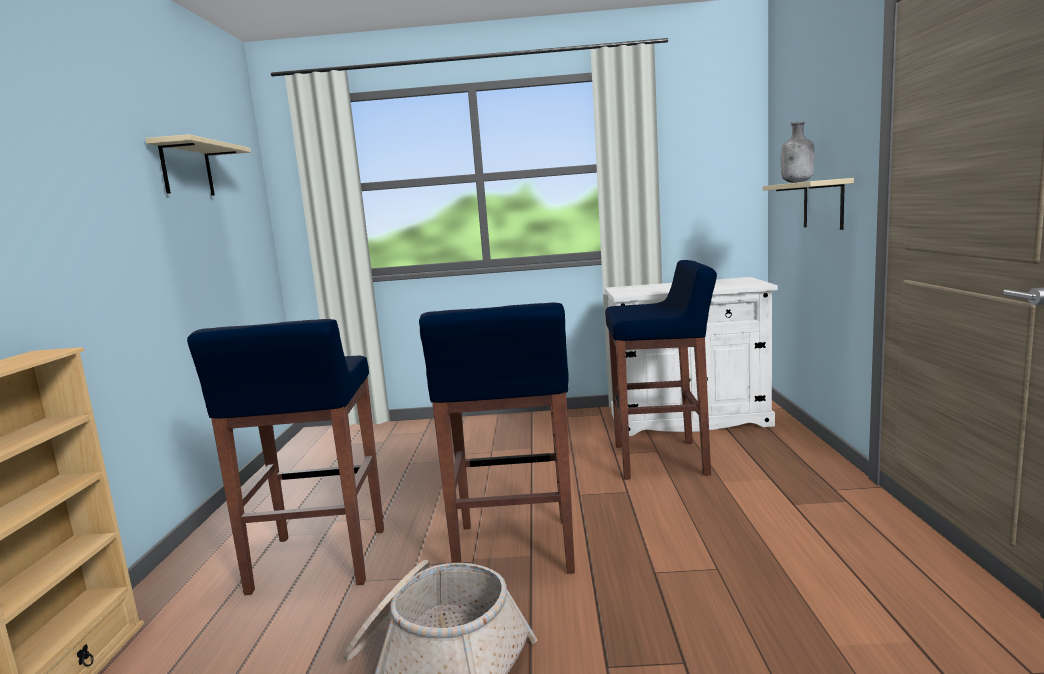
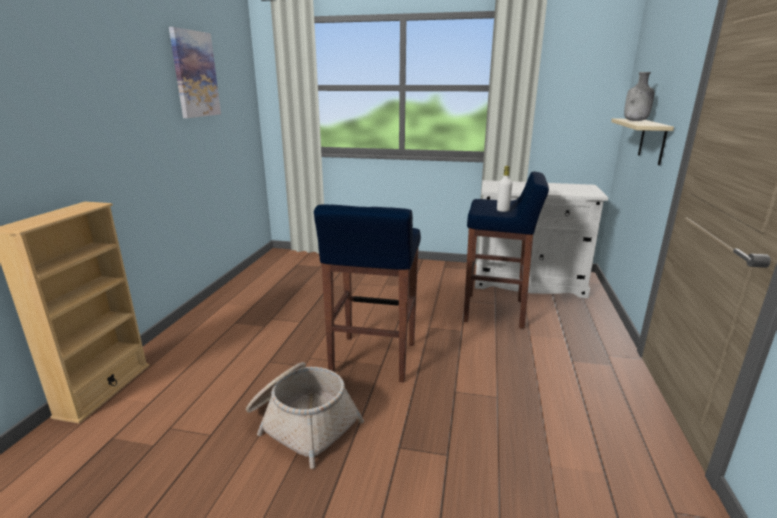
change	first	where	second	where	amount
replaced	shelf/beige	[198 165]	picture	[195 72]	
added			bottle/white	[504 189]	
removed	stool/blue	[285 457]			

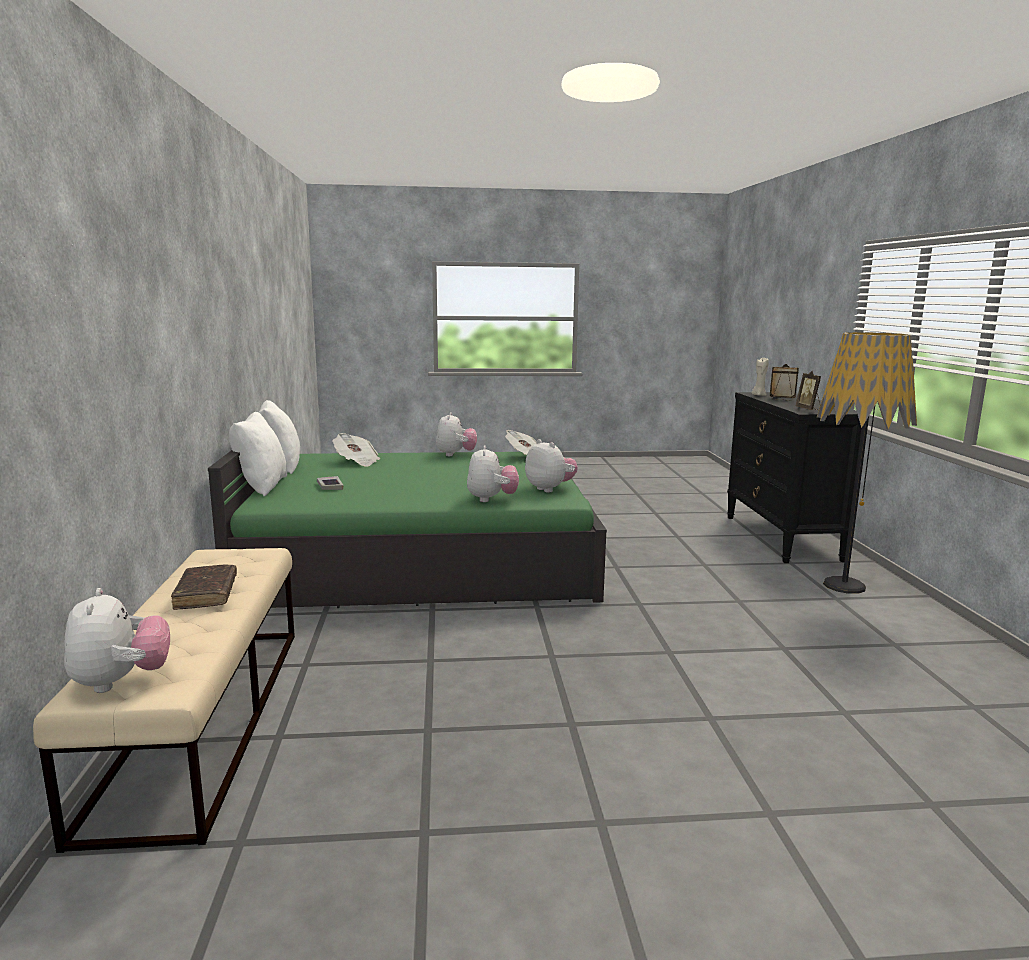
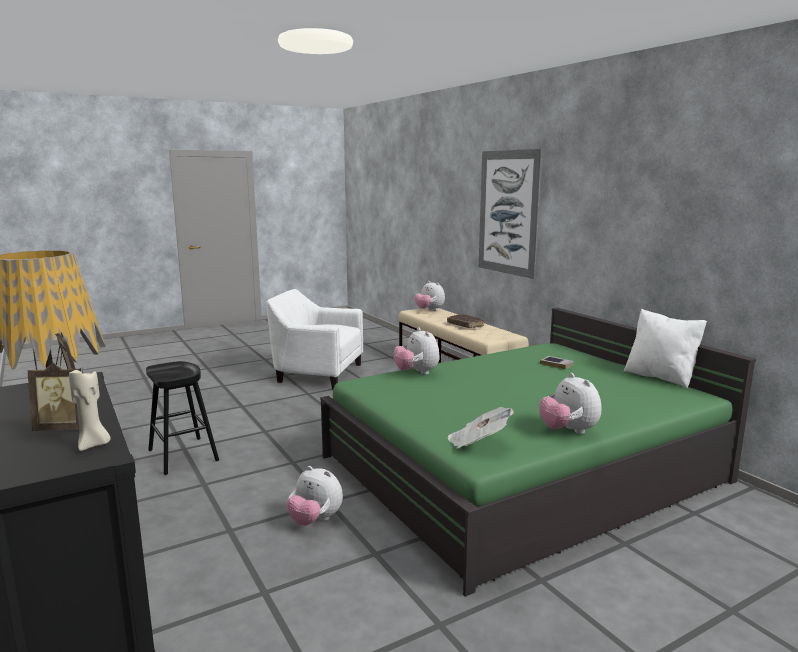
change	first	where	second	where	amount
added			stool/black	[182 418]	
added			armchair/white	[314 339]	
moved	plush toy	[551 466]		[314 496]	
added			picture	[511 214]	
removed	pillow/white	[258 454]			
removed	newspaper	[356 450]			

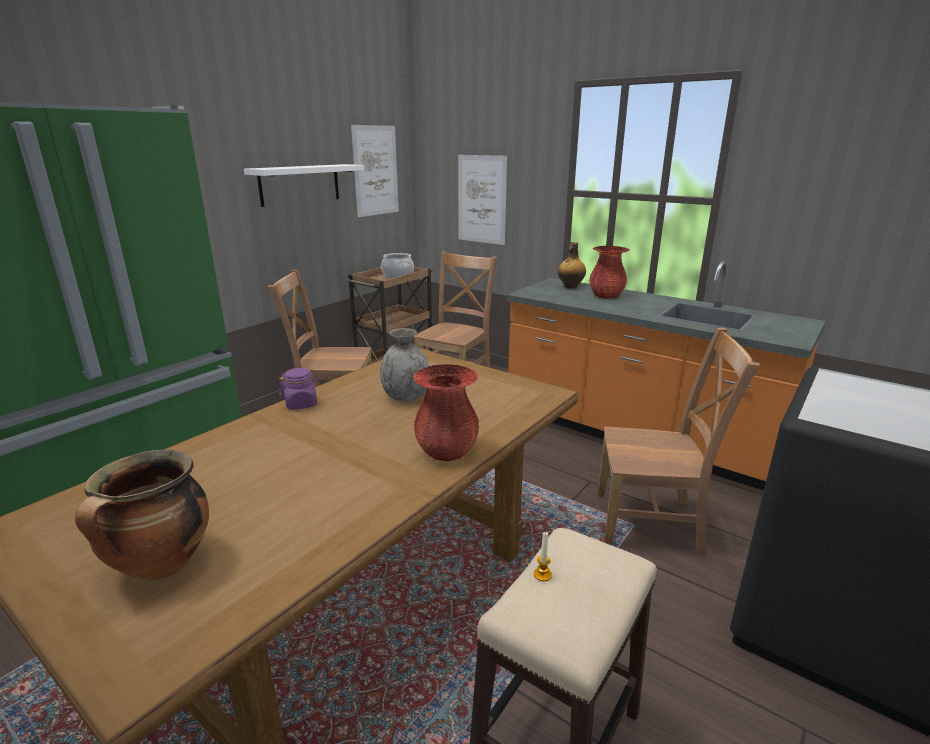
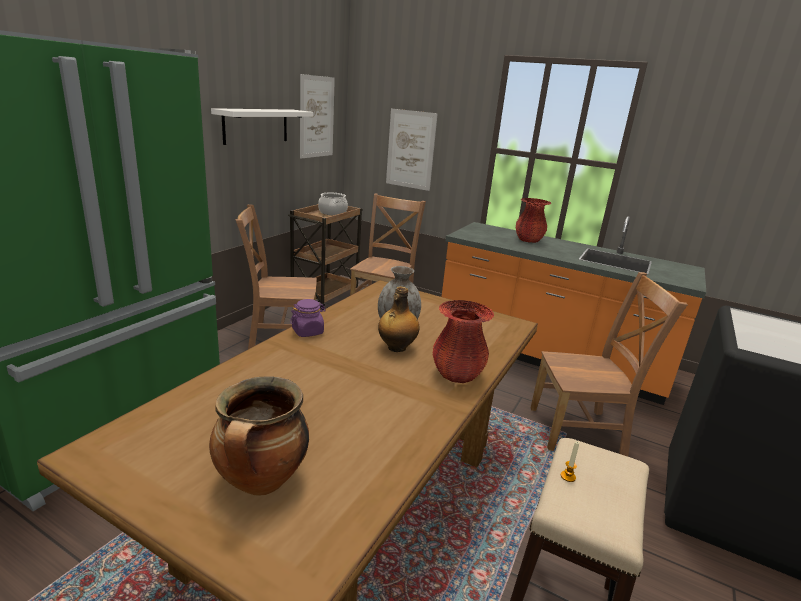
change	first	where	second	where	amount
moved	bottle	[572 265]		[399 319]	

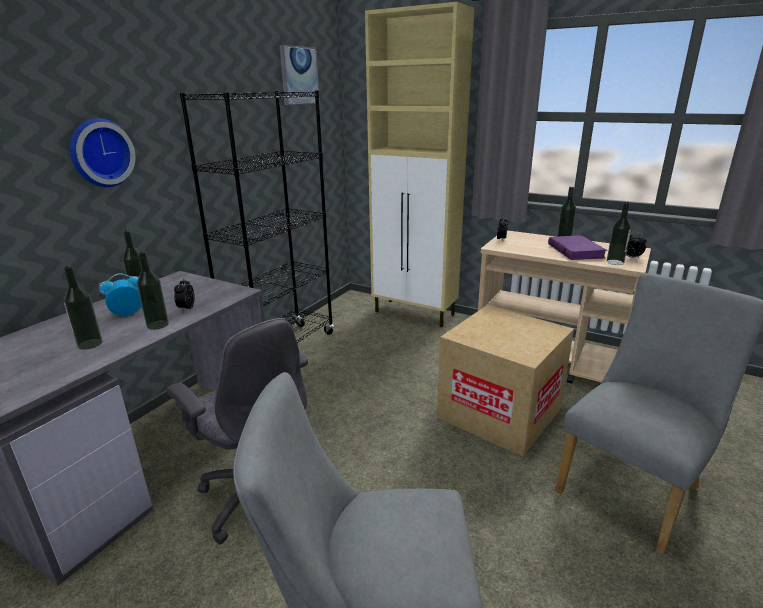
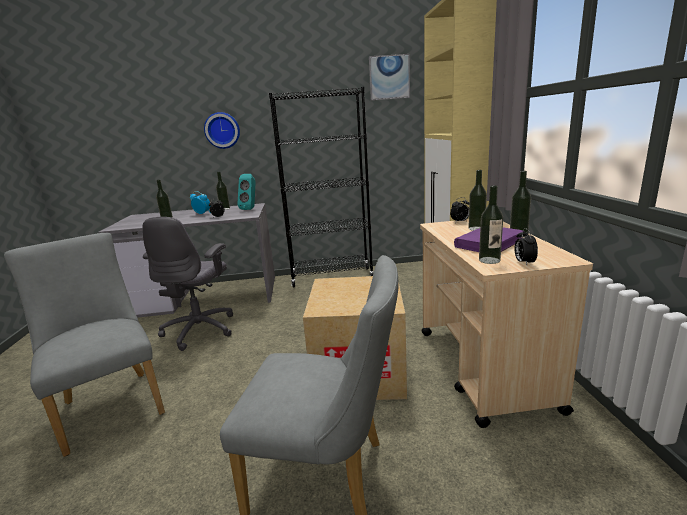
change	first	where	second	where	amount
added			speaker/turquoise	[246 192]	
moved	bottle	[153 290]		[477 200]	

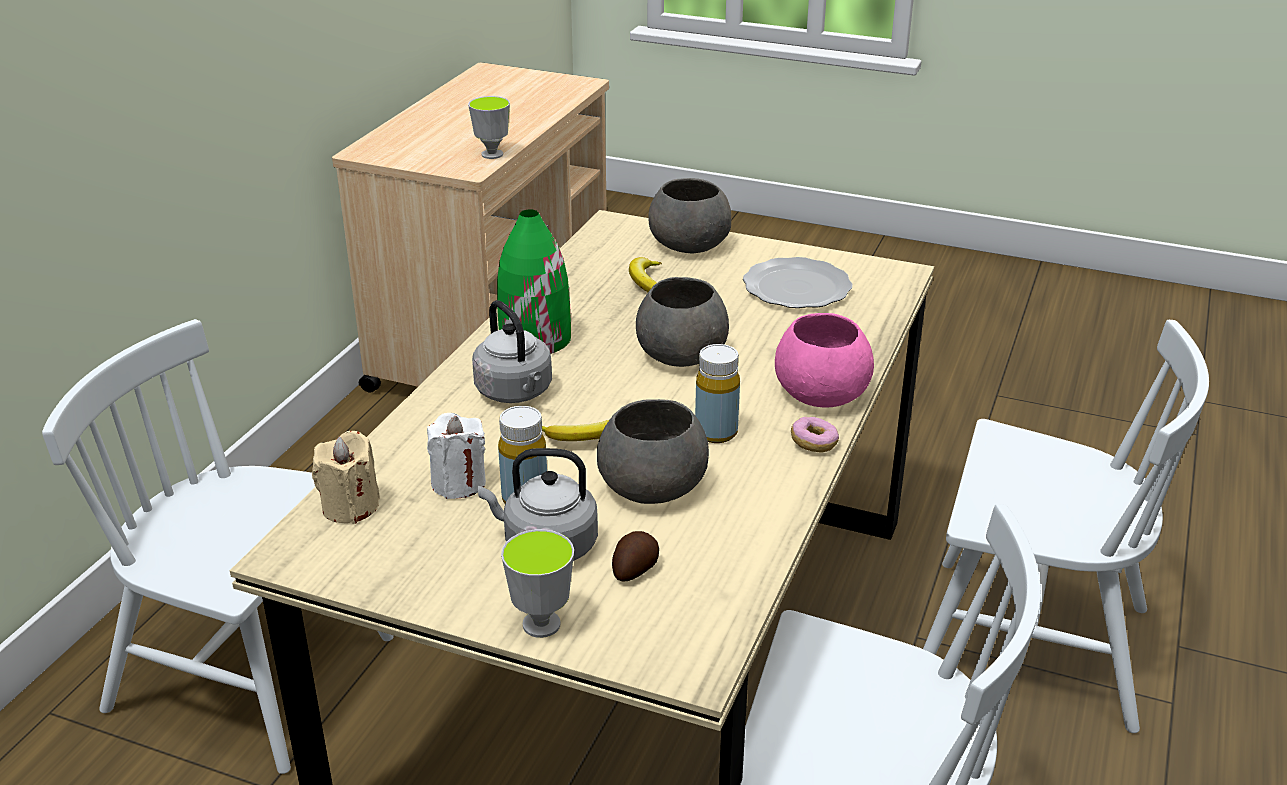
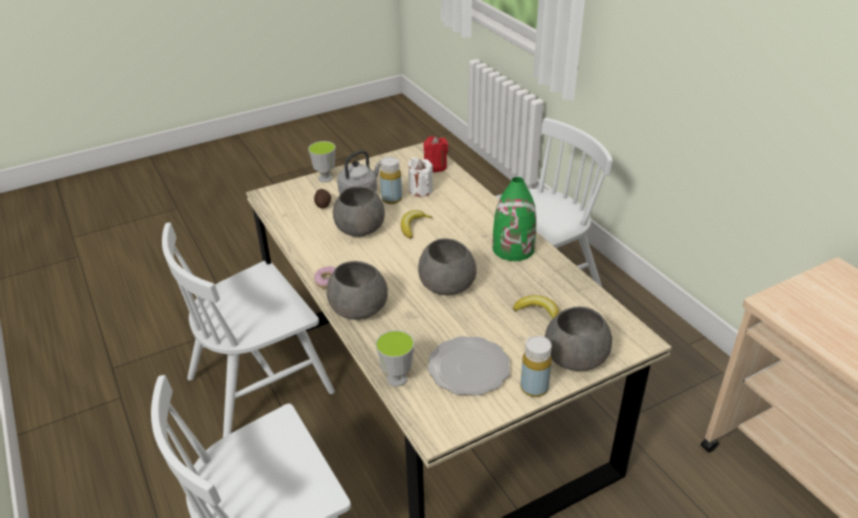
change	first	where	second	where	amount
recoloured	bowl/pink	[824 360]	bowl/grey	[357 290]	
moved	cup	[489 127]		[395 358]	
recoloured	candle/beige	[346 477]	candle/red	[436 154]	
moved	bottle/yellow	[717 393]		[536 366]	
removed	kettle/grey	[512 351]			

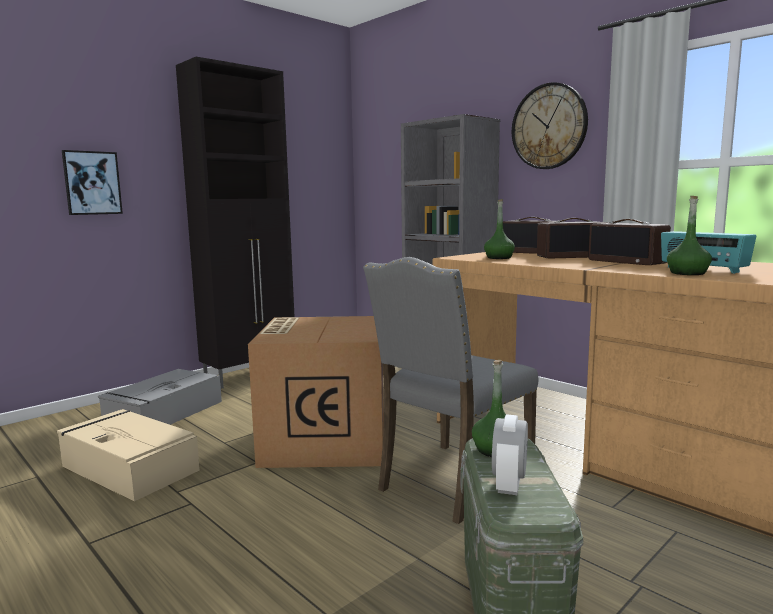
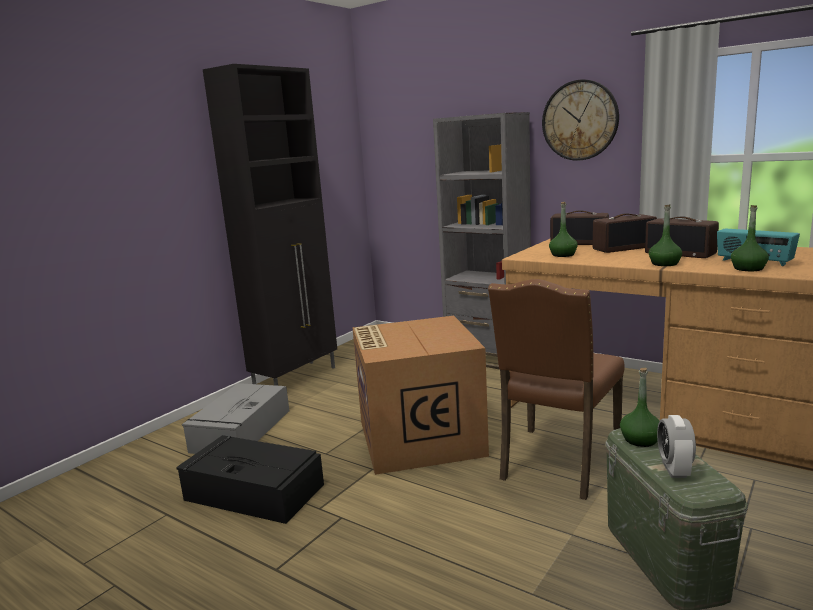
change	first	where	second	where	amount
recoloured	storage box/beige	[128 455]	storage box/black	[250 479]	
recoloured	chair/grey	[450 390]	chair/brown	[556 389]	
added			bottle/green	[665 235]	
removed	picture	[92 182]			

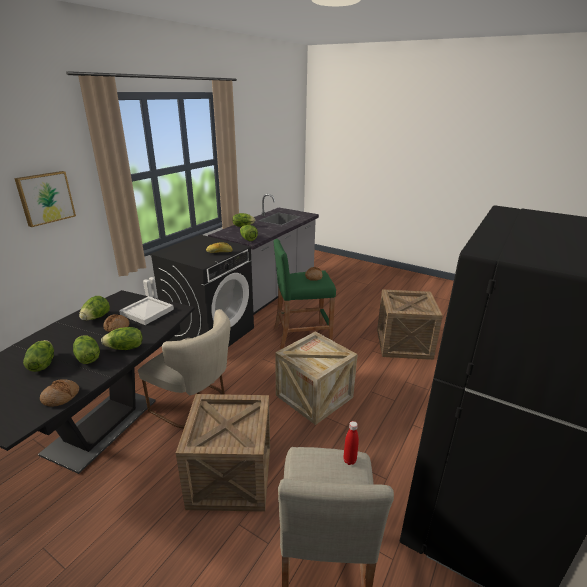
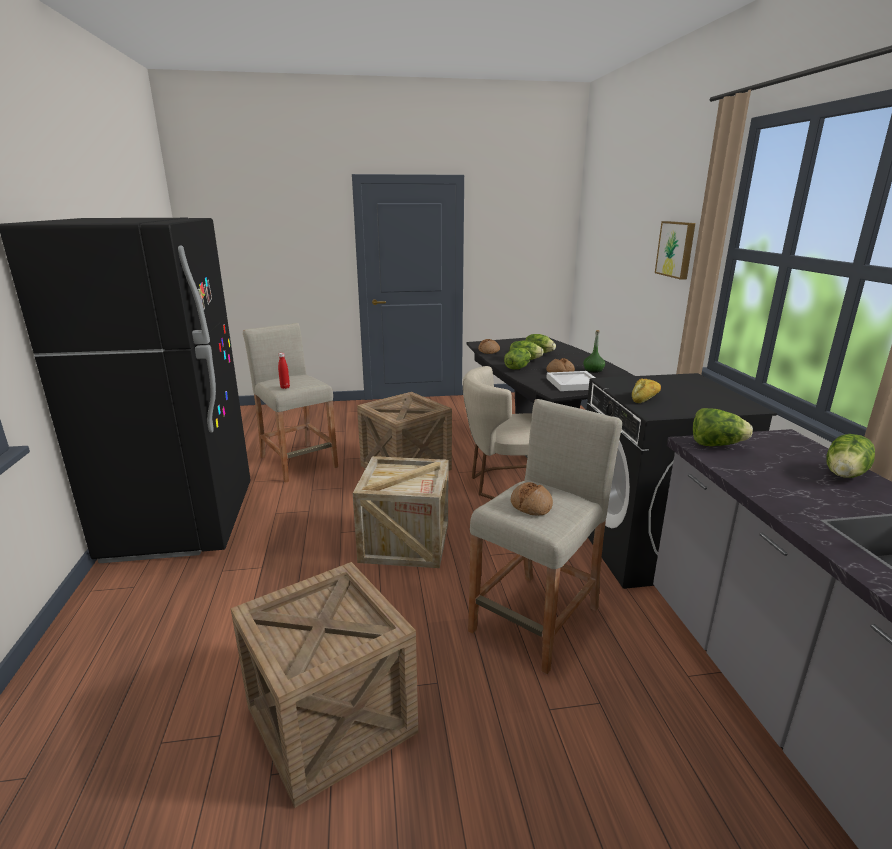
change	first	where	second	where	amount
recoloured	stool/green	[305 294]	stool/beige	[545 536]	
replaced	lettuce	[94 308]	bottle/green	[594 351]	

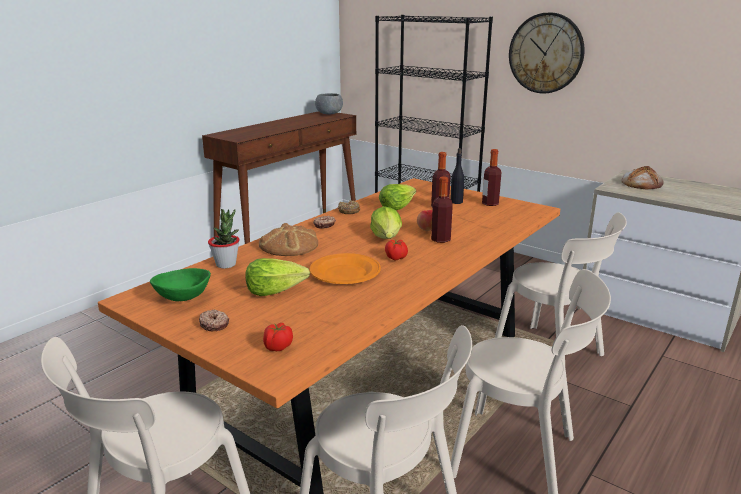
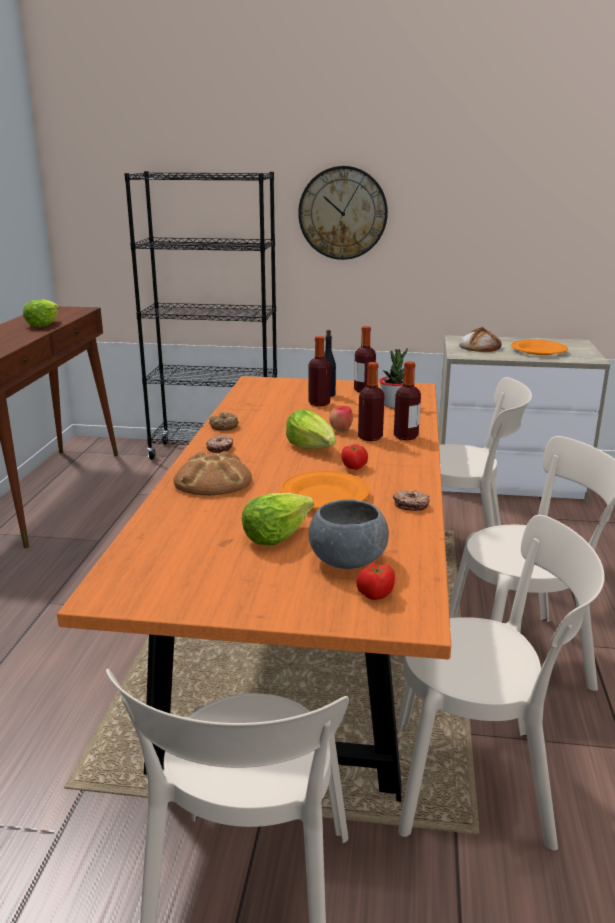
change	first	where	second	where	amount
moved	lettuce	[397 197]		[41 313]	
moved	bowl/grey	[329 104]		[349 534]	
moved	potted plant	[224 238]		[393 378]	
moved	donut	[214 320]		[411 500]	
added			bottle	[407 400]	
added			plate/orange	[539 347]	
removed	bowl/green	[180 284]			

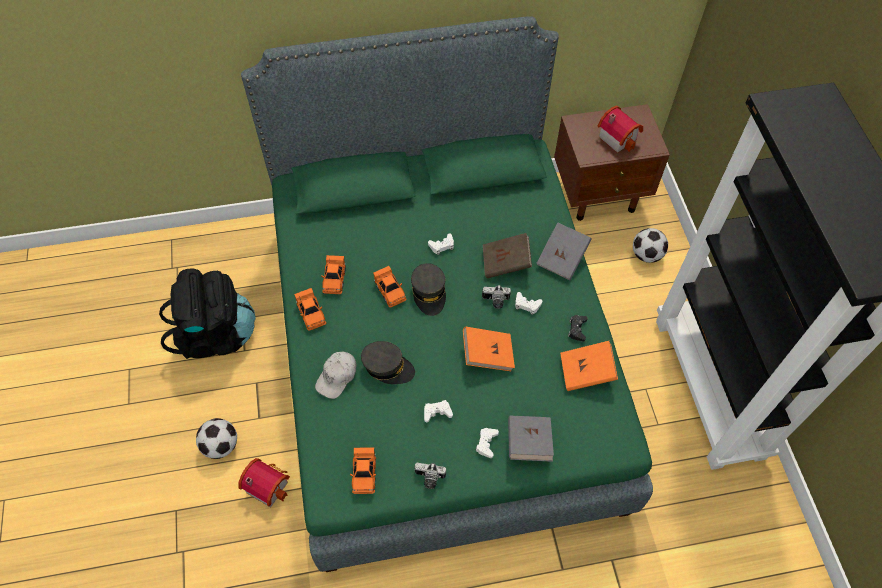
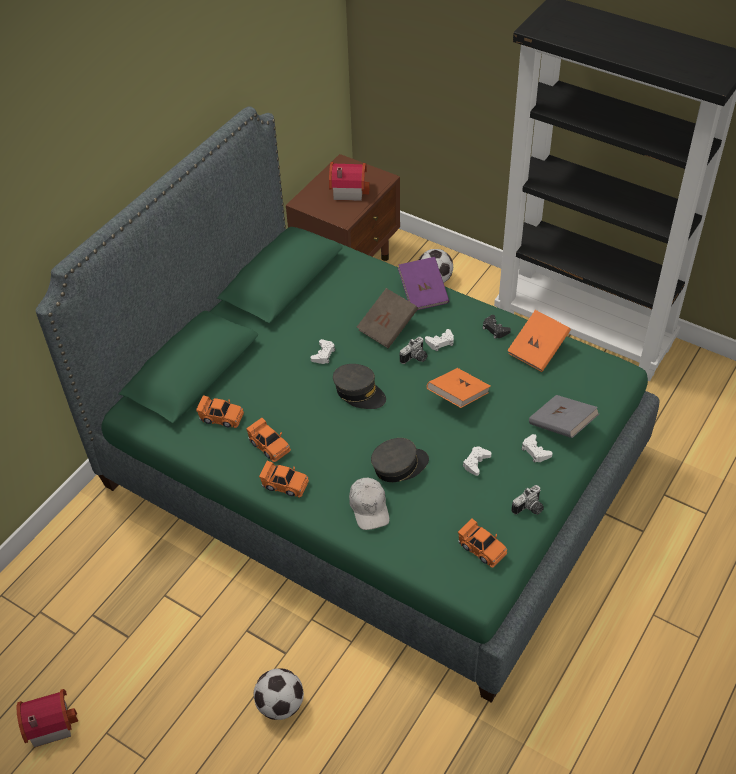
change	first	where	second	where	amount
moved	toy house	[264 483]		[47 718]	
moved	toy car/orange	[390 287]		[220 411]	
recoloured	book/grey	[564 251]	book/purple	[423 283]	
removed	backpack/black	[207 313]			

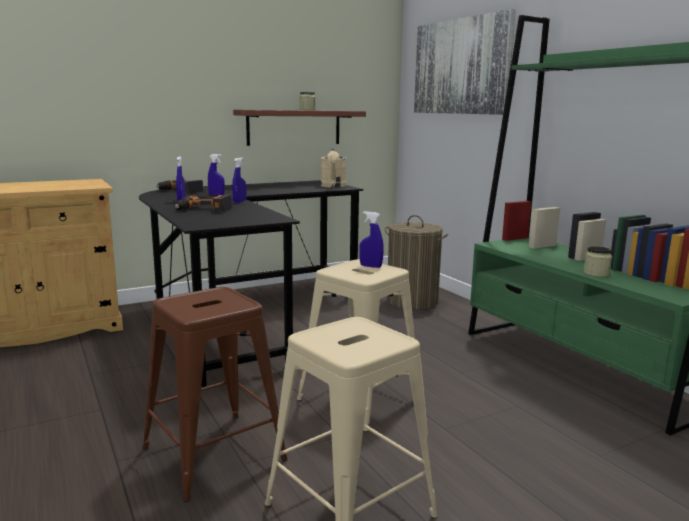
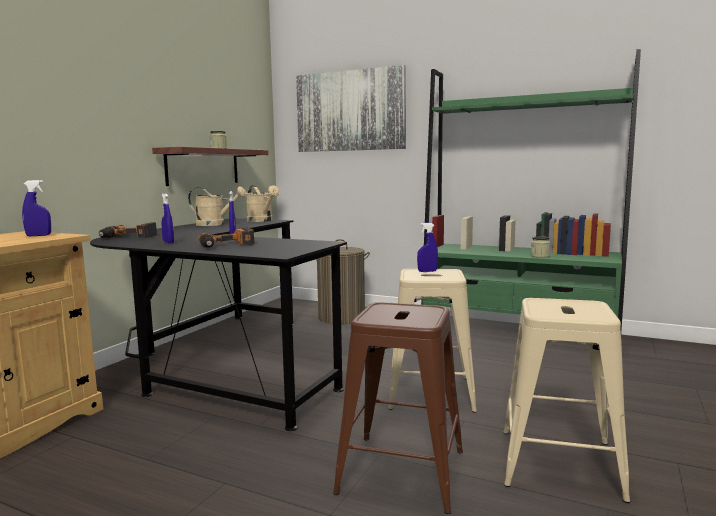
change	first	where	second	where	amount
moved	spray bottle/blue	[216 175]		[36 208]	
added			watering can/beige	[217 206]	

